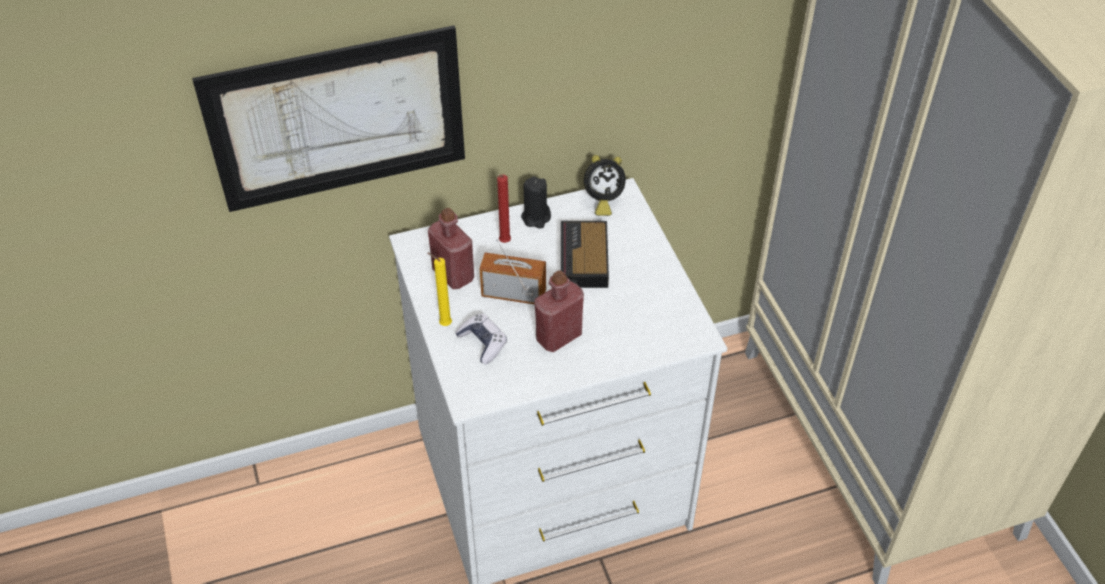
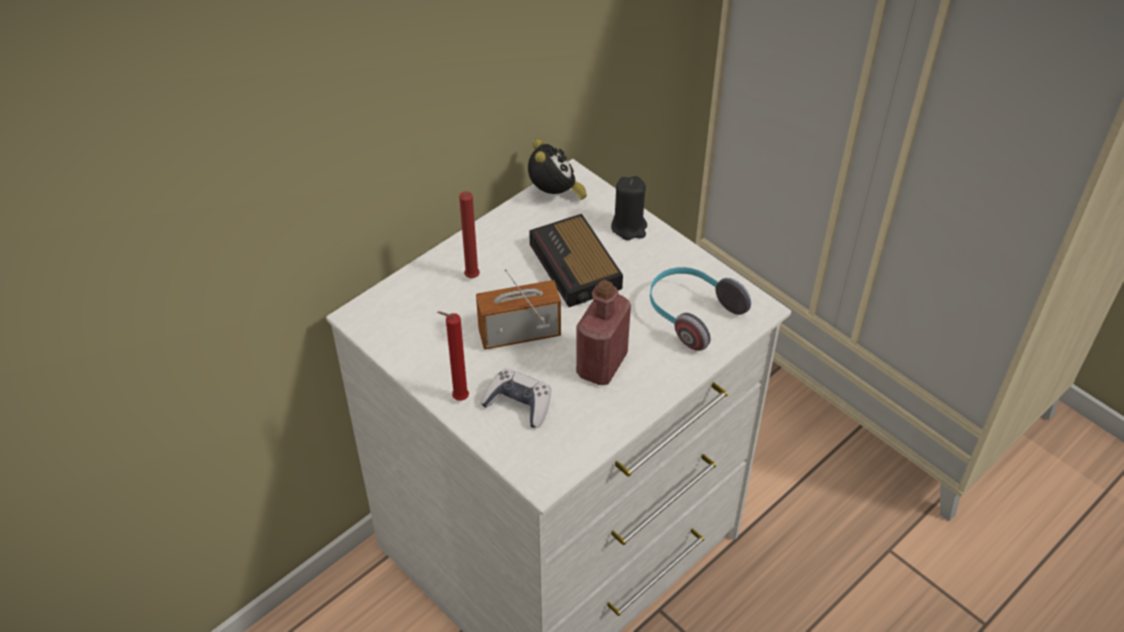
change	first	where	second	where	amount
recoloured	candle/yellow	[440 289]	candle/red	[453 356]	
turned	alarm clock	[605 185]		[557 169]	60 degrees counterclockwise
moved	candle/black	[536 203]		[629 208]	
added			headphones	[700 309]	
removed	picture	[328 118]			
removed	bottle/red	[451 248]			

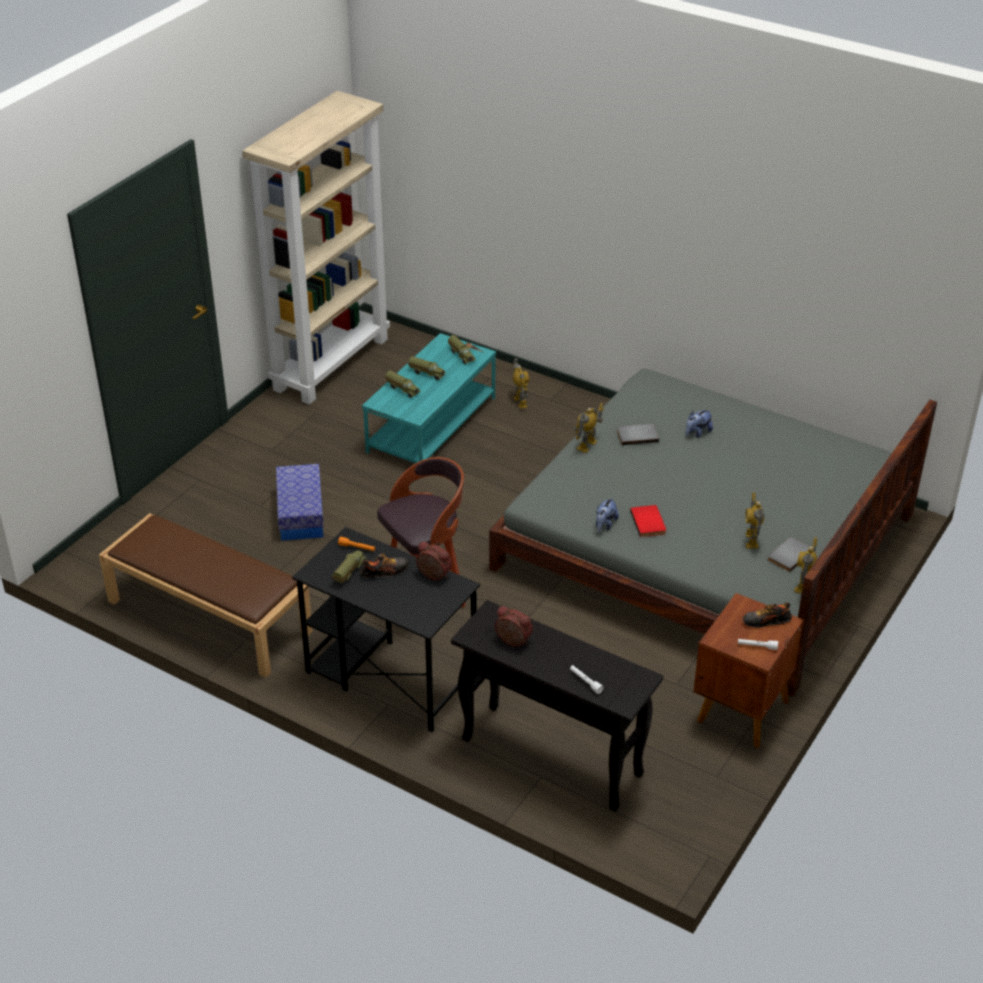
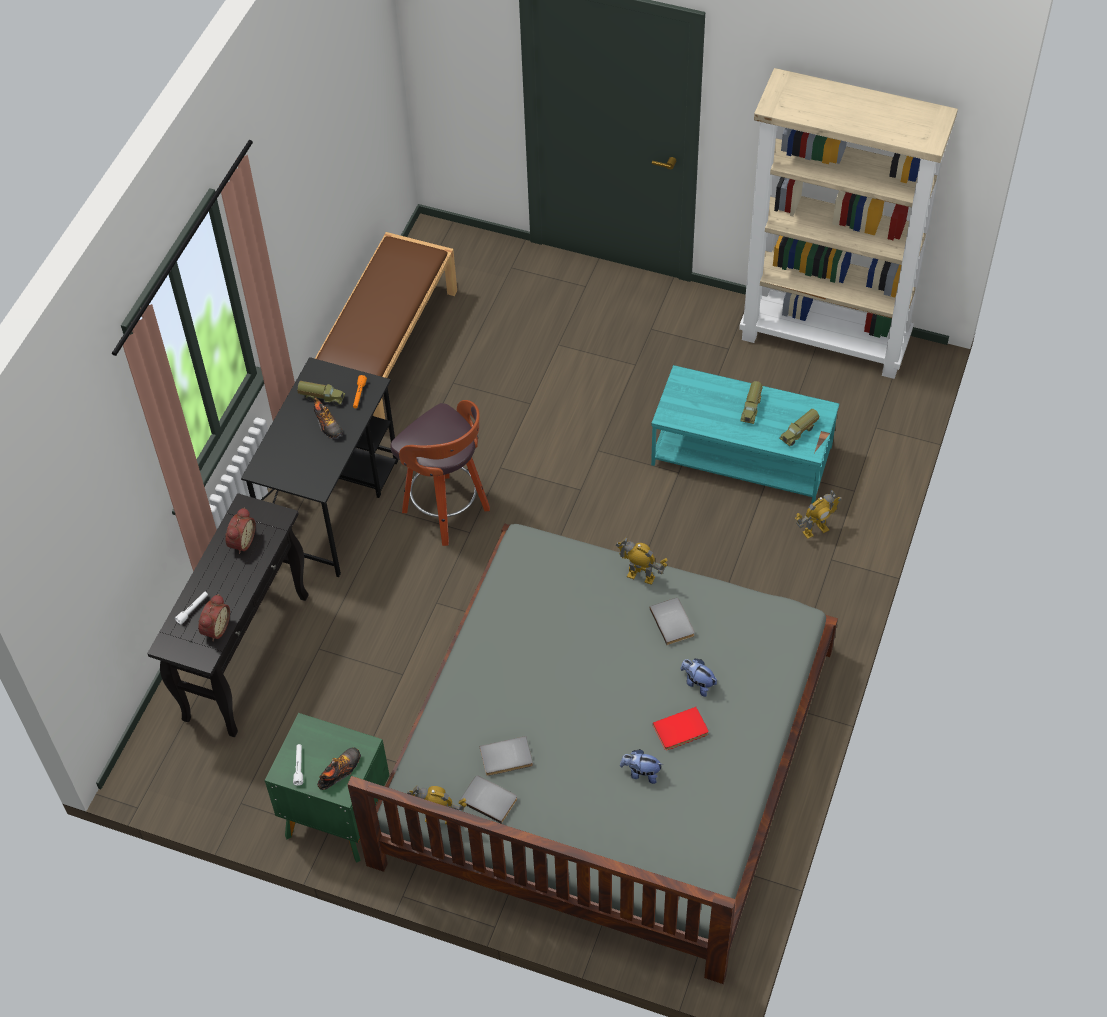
change	first	where	second	where	amount
moved	alarm clock	[434 561]		[214 617]	
recoloured	nightstand/brown	[748 670]	nightstand/green	[327 788]	
turned	shoe	[767 615]		[339 768]	60 degrees clockwise
replaced	toy robot	[754 520]	book/grey	[506 756]	
moved	plush toy	[607 514]		[642 766]	
moved	book/red	[648 521]		[681 728]	
removed	storage box	[300 502]			
removed	toy truck	[403 384]			

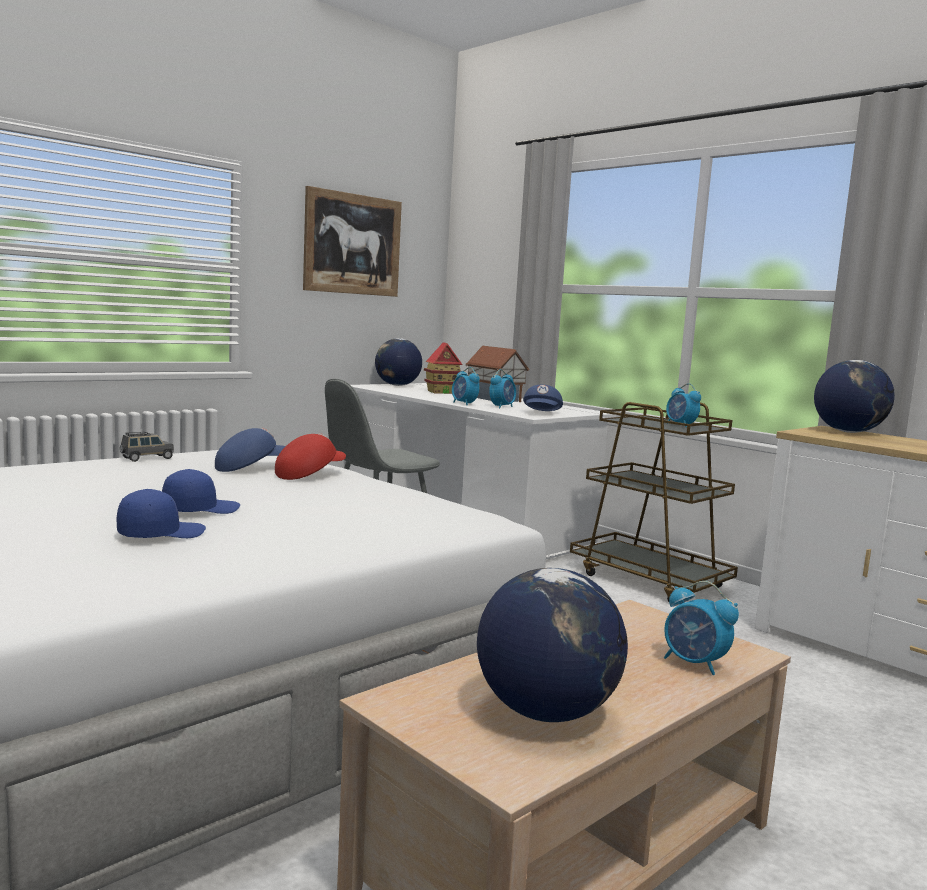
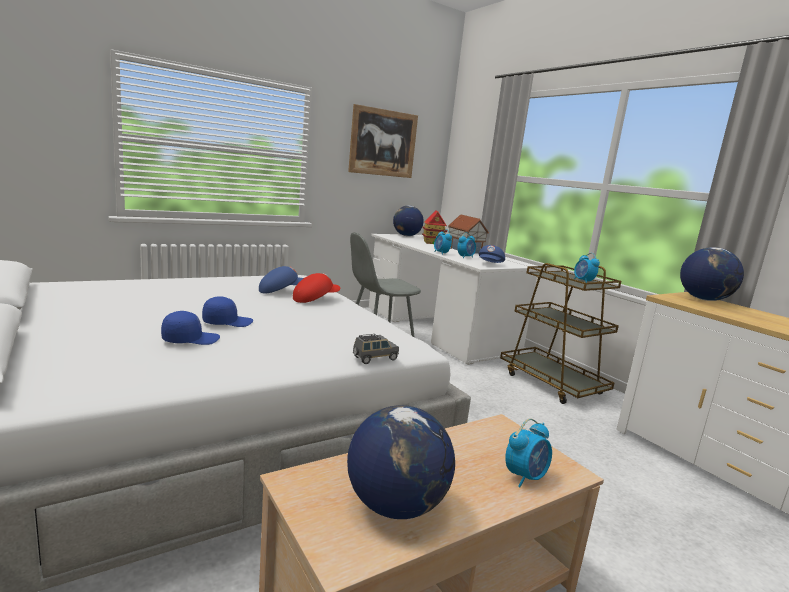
change	first	where	second	where	amount
moved	toy car/grey	[147 447]		[376 349]	
turned	alarm clock	[701 628]		[528 453]	90 degrees counterclockwise

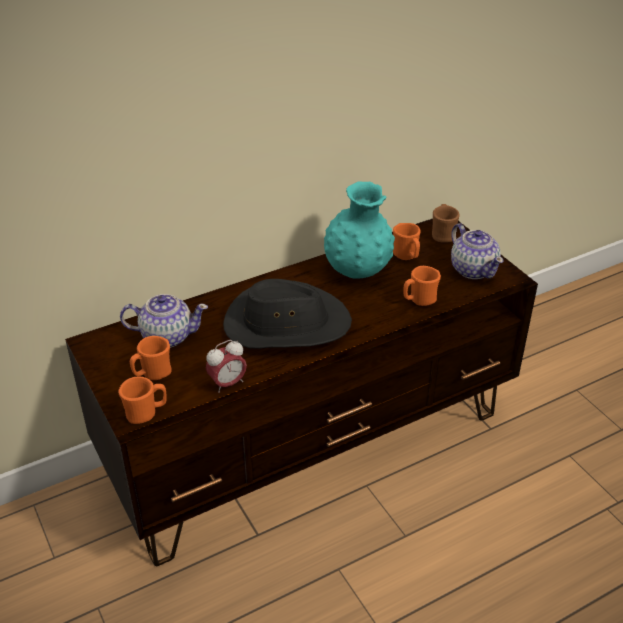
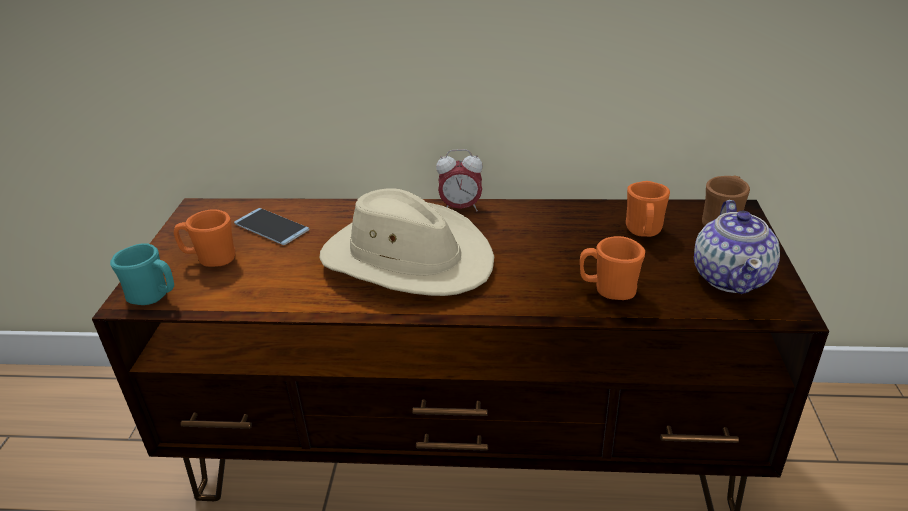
change	first	where	second	where	amount
recoloured	mug/orange	[142 400]	mug/turquoise	[142 274]	
replaced	teapot	[164 321]	phone	[272 226]	
recoloured	hat/black	[287 314]	hat/beige	[406 242]	
moved	alarm clock	[226 366]		[459 180]	
removed	vase/turquoise	[359 230]			

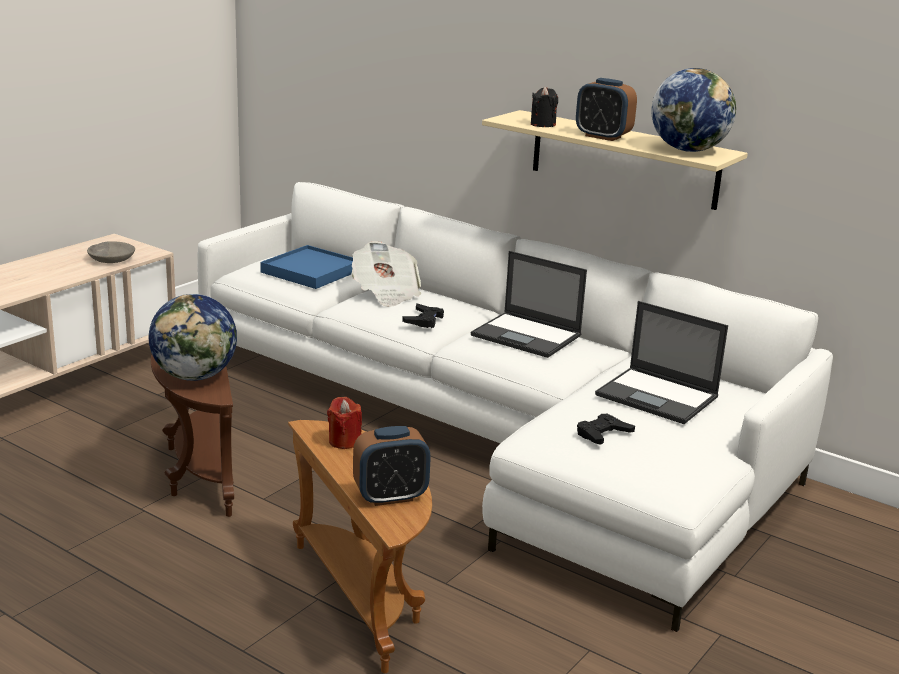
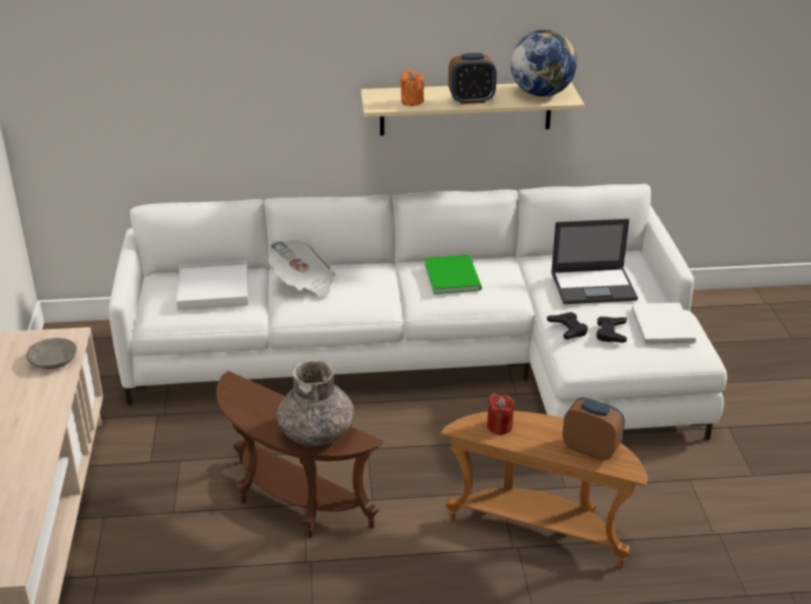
change	first	where	second	where	amount
recoloured	tray/blue	[306 267]	tray/white	[212 285]	
replaced	globe	[193 337]	vase/grey	[315 402]	
recoloured	candle/black	[544 107]	candle/orange	[412 88]	
replaced	laptop	[529 304]	book/green	[453 274]	
moved	game controller/black	[423 315]		[567 325]	
turned	alarm clock	[392 466]		[594 429]	90 degrees counterclockwise
added			book/white	[663 324]	

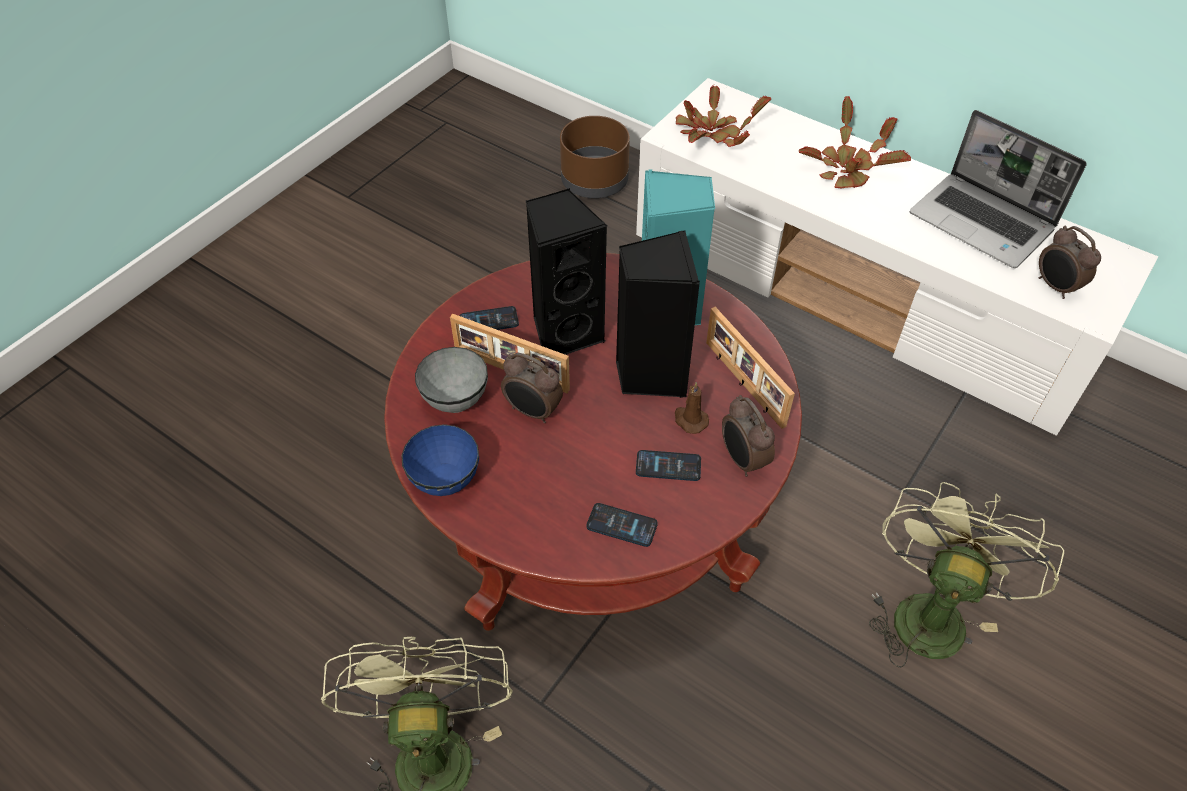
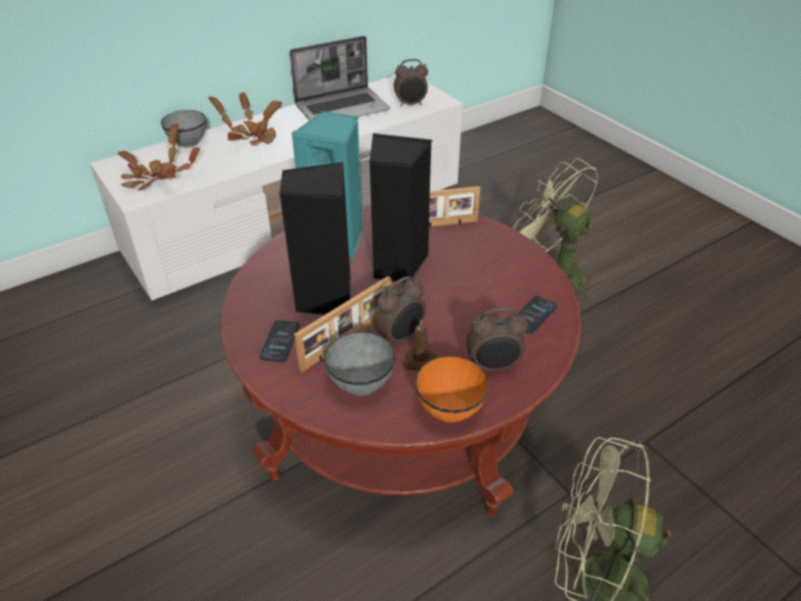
change	first	where	second	where	amount
added			bowl/grey	[183 129]	
moved	candle/brown	[692 408]		[419 345]	
recoloured	bowl/blue	[440 460]	bowl/orange	[452 389]	
moved	alarm clock	[748 436]		[497 339]	
removed	planter/brown	[595 157]			
removed	phone	[668 465]			

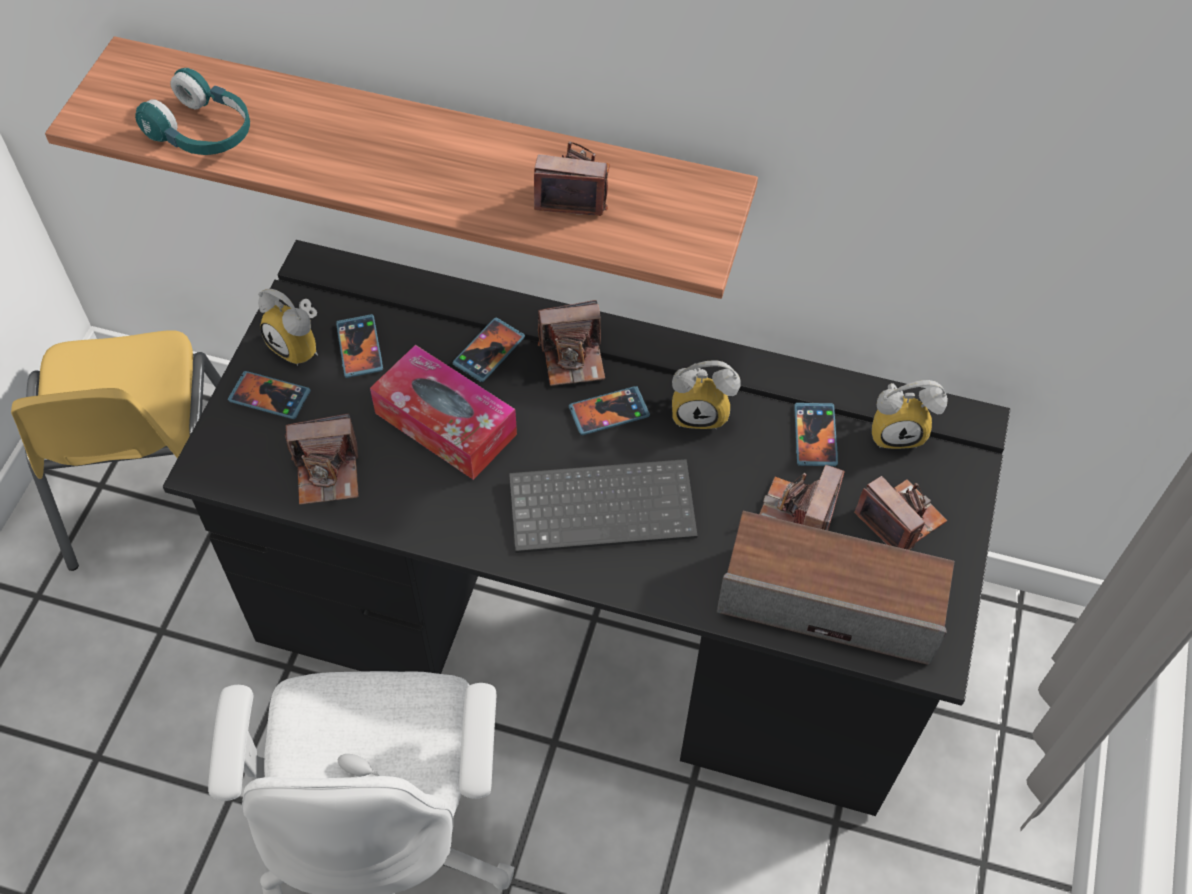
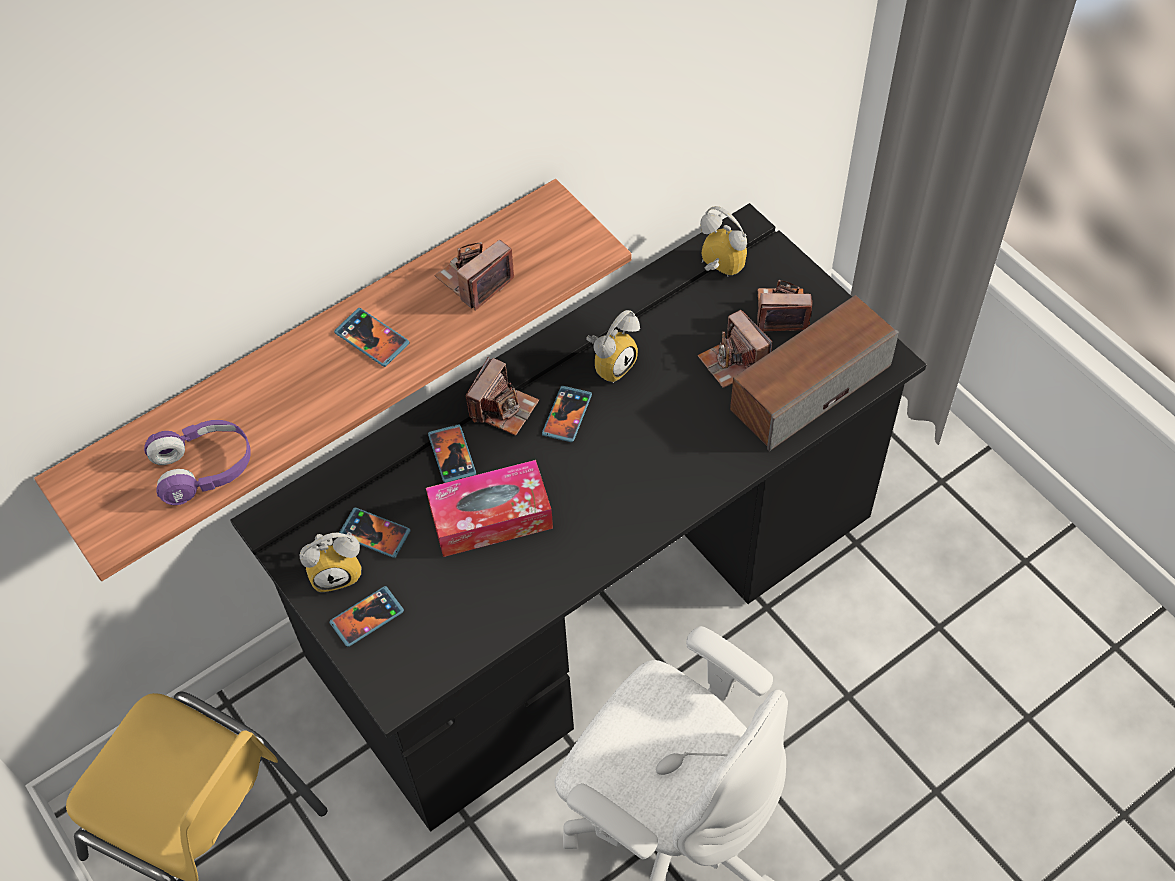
change	first	where	second	where	amount
recoloured	headphones/turquoise	[192 111]	headphones/purple	[197 462]	
moved	phone	[816 434]		[372 337]	
turned	alarm clock	[910 414]		[723 241]	90 degrees counterclockwise
removed	photo camera	[322 459]			
removed	keyboard	[603 506]			

